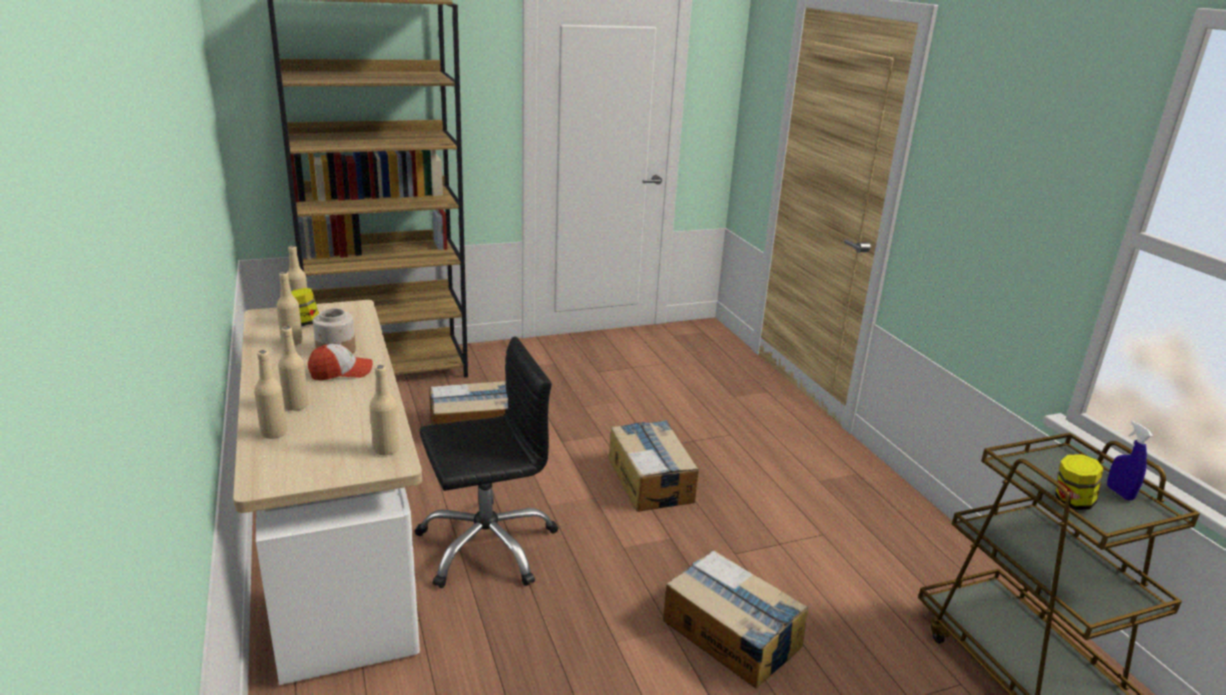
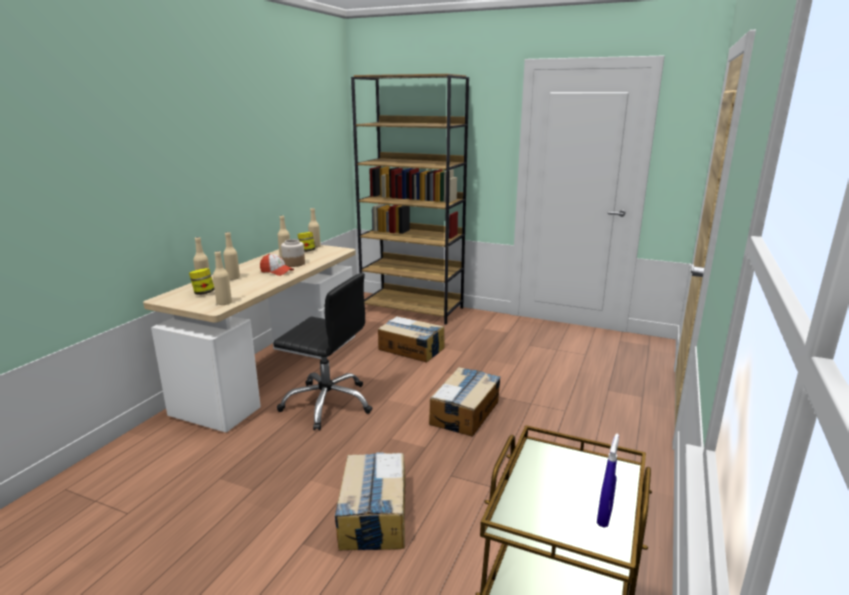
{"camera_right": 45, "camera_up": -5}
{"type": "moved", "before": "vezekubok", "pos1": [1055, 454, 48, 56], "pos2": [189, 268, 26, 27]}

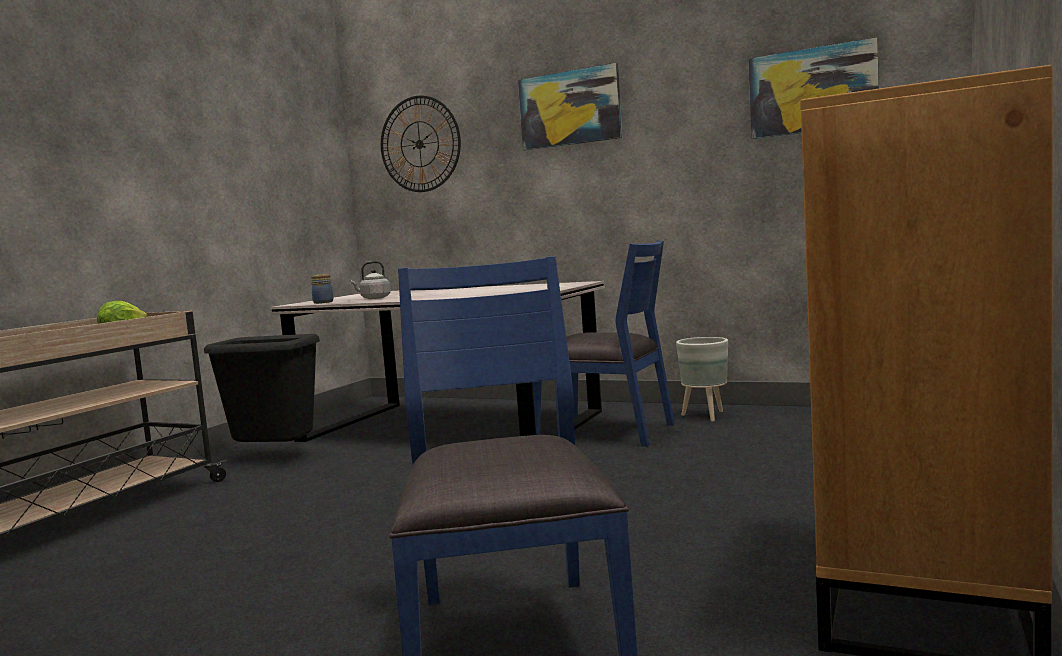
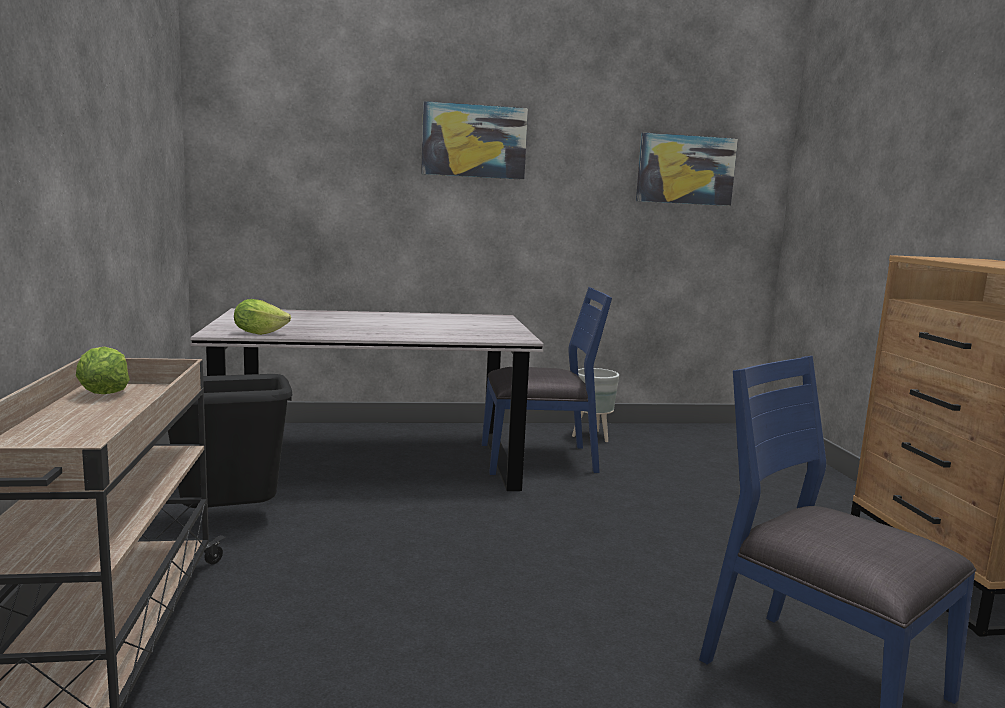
{"camera_right": -35, "camera_up": 5}
{"type": "replaced", "before": "vezekubok", "after": "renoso", "pos1": [311, 274, 22, 30], "pos2": [234, 299, 57, 36]}
{"type": "removed", "before": "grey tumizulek", "pos1": [350, 261, 41, 38]}
{"type": "removed", "before": "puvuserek", "pos1": [381, 95, 80, 97]}

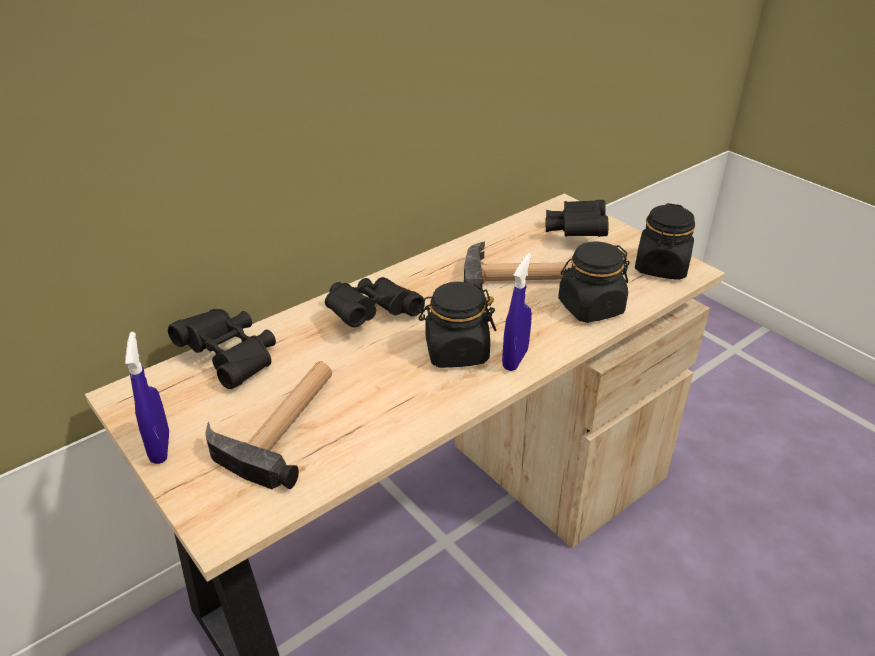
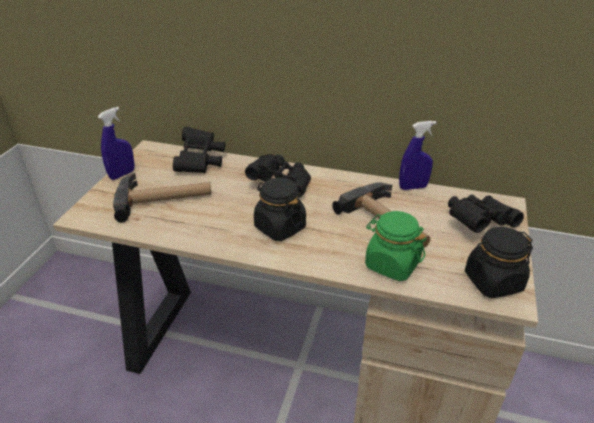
{"camera_right": 55, "camera_up": 0}
{"type": "moved", "before": "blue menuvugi", "pos1": [502, 253, 30, 118], "pos2": [399, 121, 37, 69]}
{"type": "recoloured", "before": "black vezekubok", "after": "green vezekubok", "pos1": [558, 241, 71, 82], "pos2": [365, 211, 61, 70]}

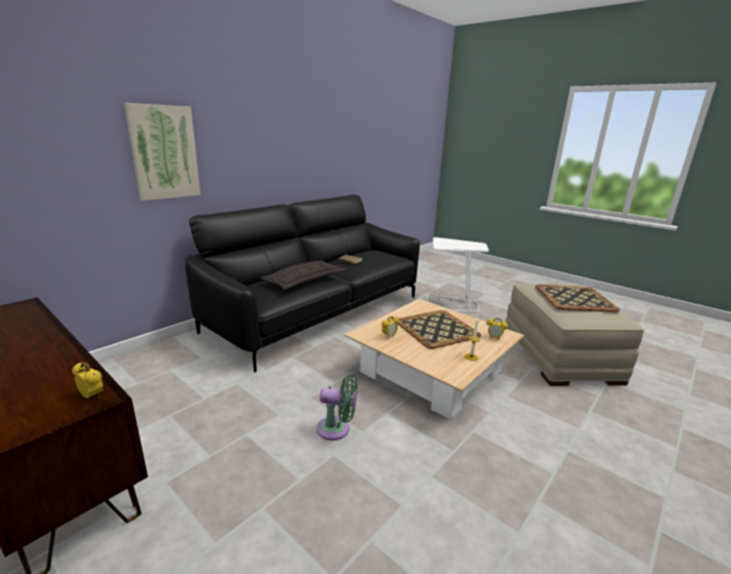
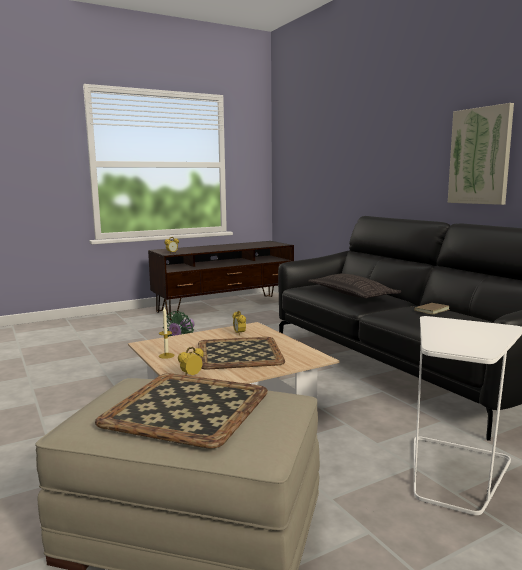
{"camera_right": 110, "camera_up": -10}
{"type": "moved", "before": "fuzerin", "pos1": [124, 103, 76, 98], "pos2": [448, 103, 66, 102]}

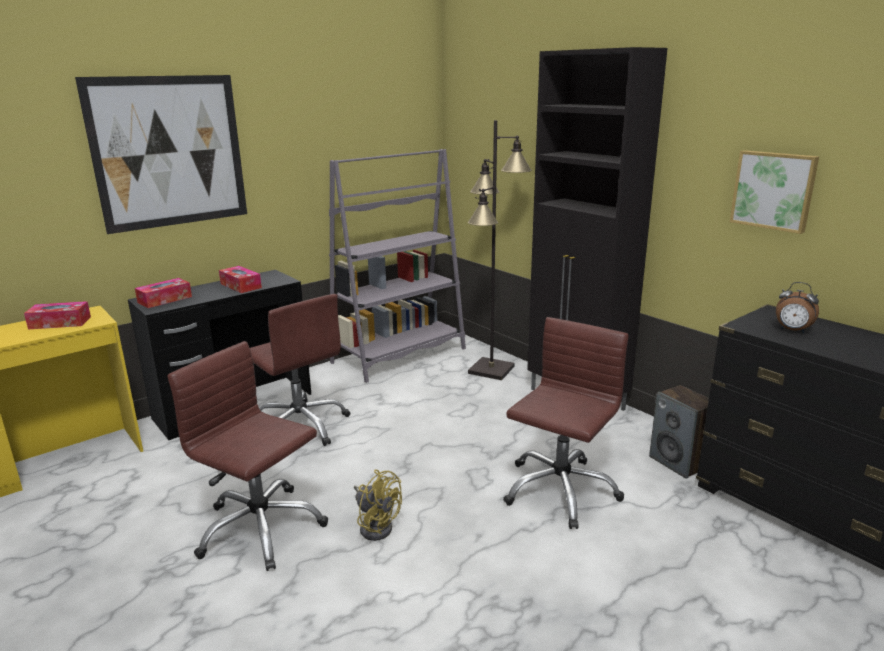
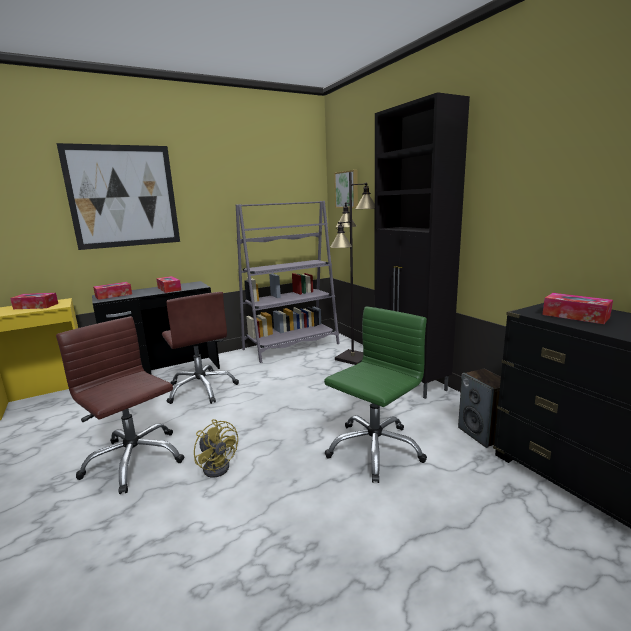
{"camera_right": 10, "camera_up": -5}
{"type": "recoloured", "before": "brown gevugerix", "after": "green gevugerix", "pos1": [503, 317, 126, 212], "pos2": [324, 306, 103, 177]}
{"type": "moved", "before": "fuzerin", "pos1": [730, 150, 89, 84], "pos2": [334, 170, 24, 38]}
{"type": "replaced", "before": "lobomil", "after": "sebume", "pos1": [776, 282, 43, 51], "pos2": [542, 293, 71, 31]}

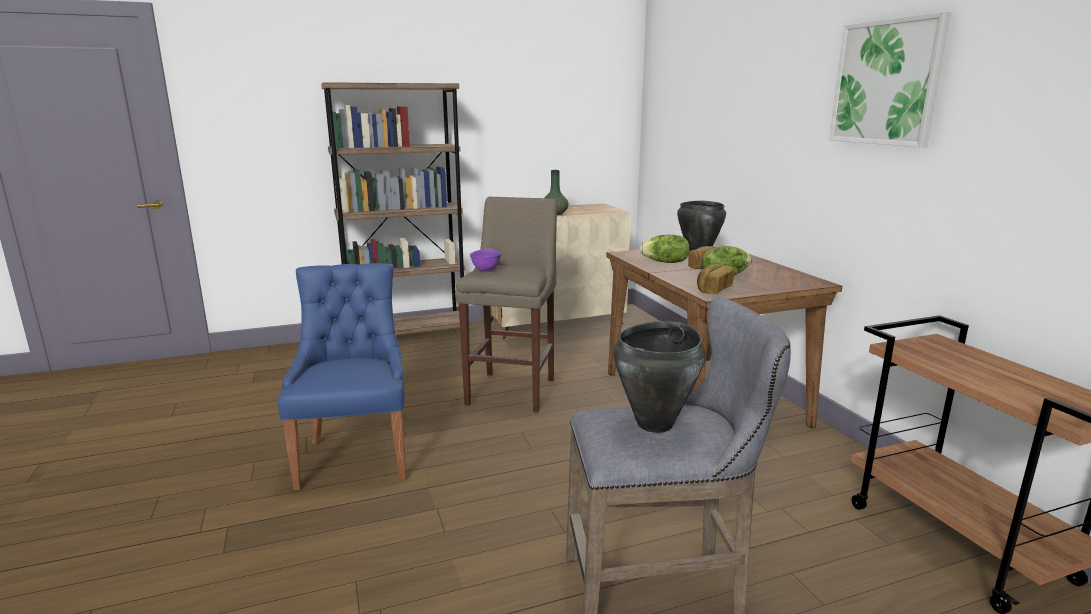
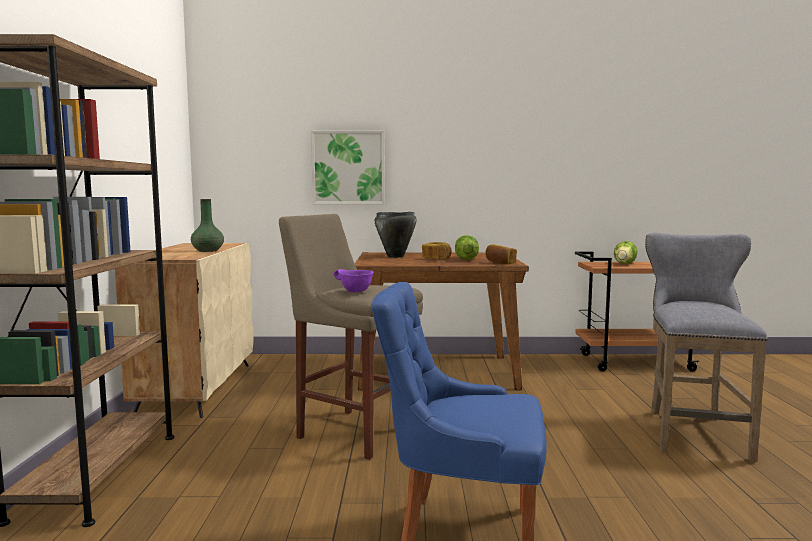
{"camera_right": -70, "camera_up": -10}
{"type": "removed", "before": "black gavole", "pos1": [613, 321, 92, 112]}
{"type": "moved", "before": "renoso", "pos1": [640, 235, 50, 28], "pos2": [614, 241, 24, 23]}
{"type": "moved", "before": "fuzerin", "pos1": [829, 11, 122, 136], "pos2": [311, 131, 74, 73]}

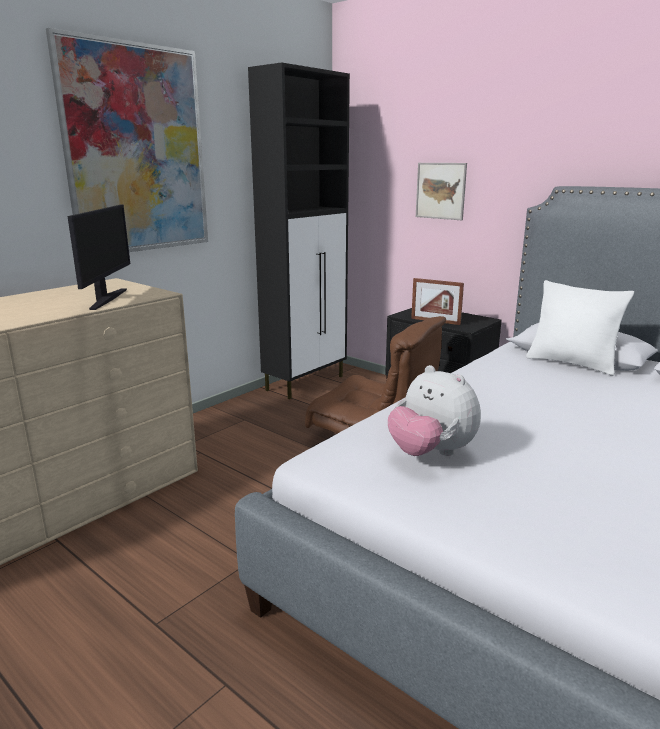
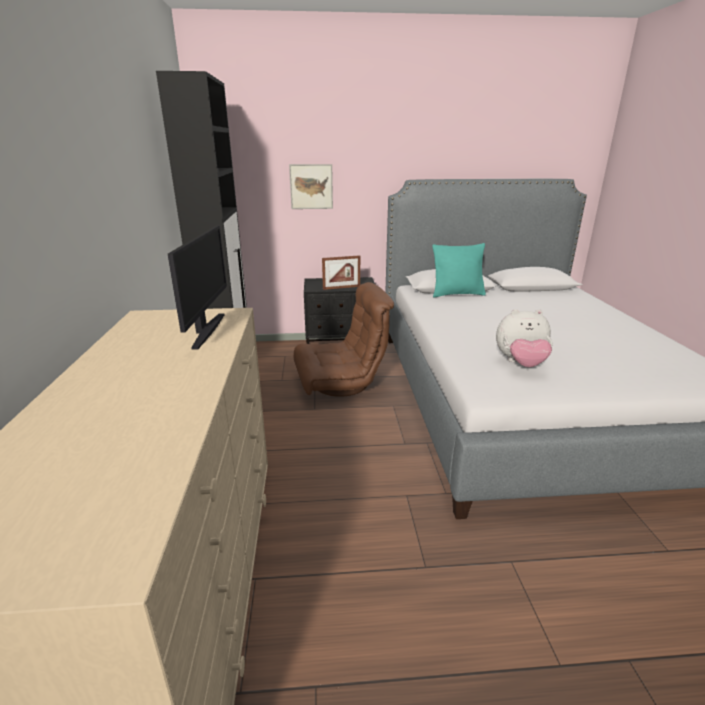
{"camera_right": -45, "camera_up": 5}
{"type": "removed", "before": "fuzerin", "pos1": [46, 28, 162, 224]}
{"type": "turned", "before": "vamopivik", "pos1": [67, 205, 63, 105], "pos2": [168, 225, 59, 124], "turn": 45}
{"type": "recoloured", "before": "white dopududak", "after": "turquoise dopududak", "pos1": [526, 280, 108, 96], "pos2": [432, 243, 54, 55]}

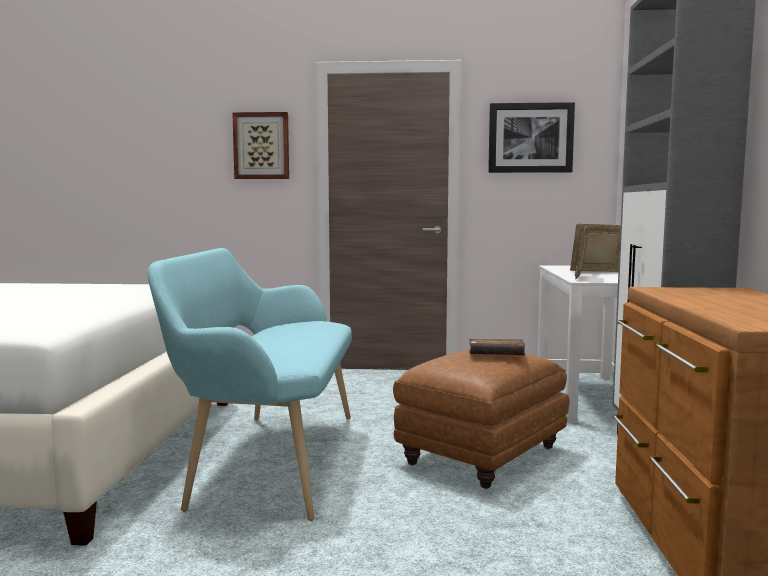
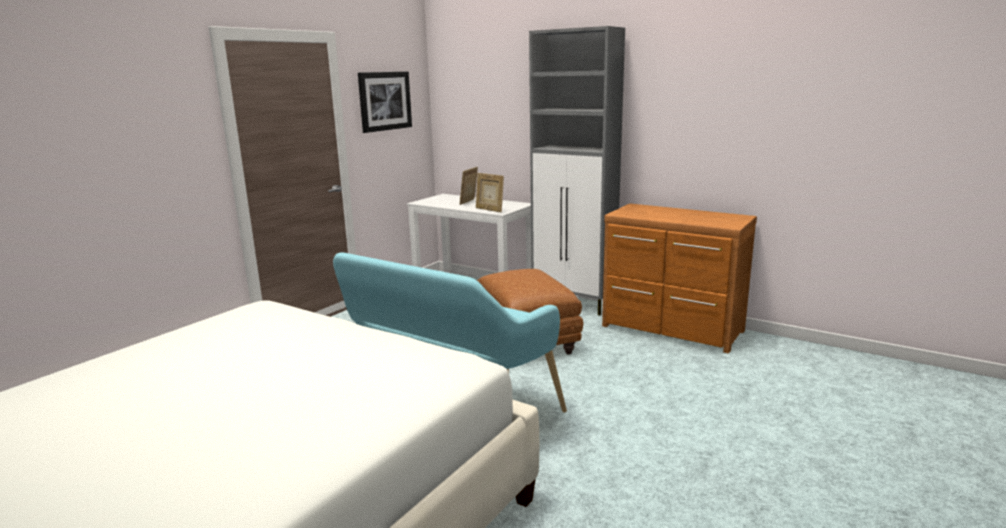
{"camera_right": -60, "camera_up": 10}
{"type": "removed", "before": "fuzerin", "pos1": [232, 112, 57, 67]}
{"type": "removed", "before": "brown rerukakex", "pos1": [469, 339, 56, 16]}

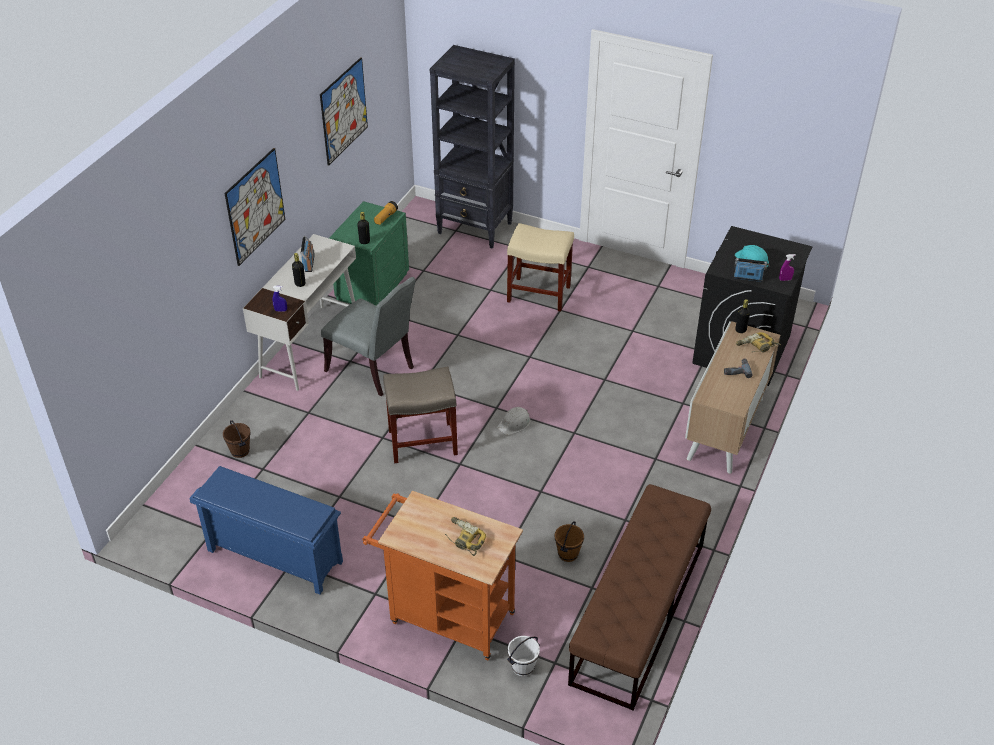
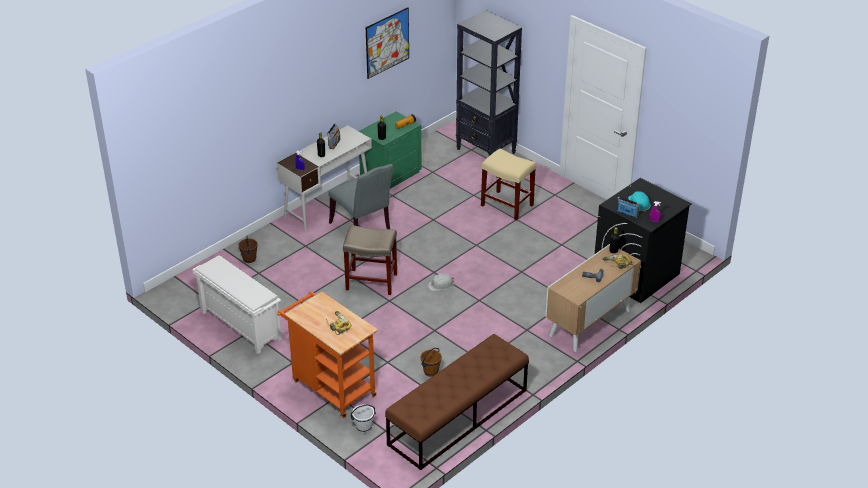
{"camera_right": 20, "camera_up": -5}
{"type": "recoloured", "before": "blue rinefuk", "after": "white rinefuk", "pos1": [189, 466, 154, 129], "pos2": [192, 255, 90, 99]}
{"type": "removed", "before": "fuzerin", "pos1": [224, 148, 61, 118]}

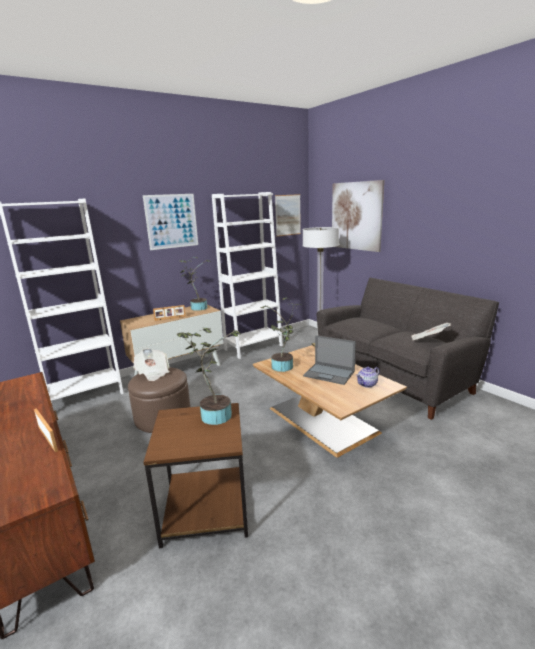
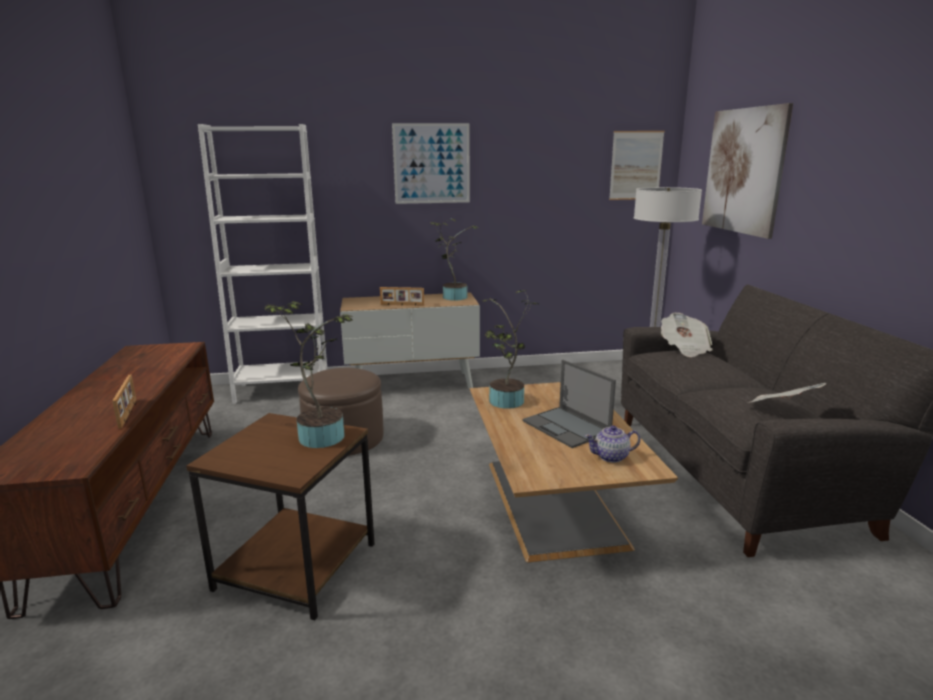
{"camera_right": 25, "camera_up": 0}
{"type": "moved", "before": "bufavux", "pos1": [133, 348, 37, 33], "pos2": [661, 313, 52, 44]}
{"type": "removed", "before": "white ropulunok", "pos1": [212, 192, 71, 167]}

